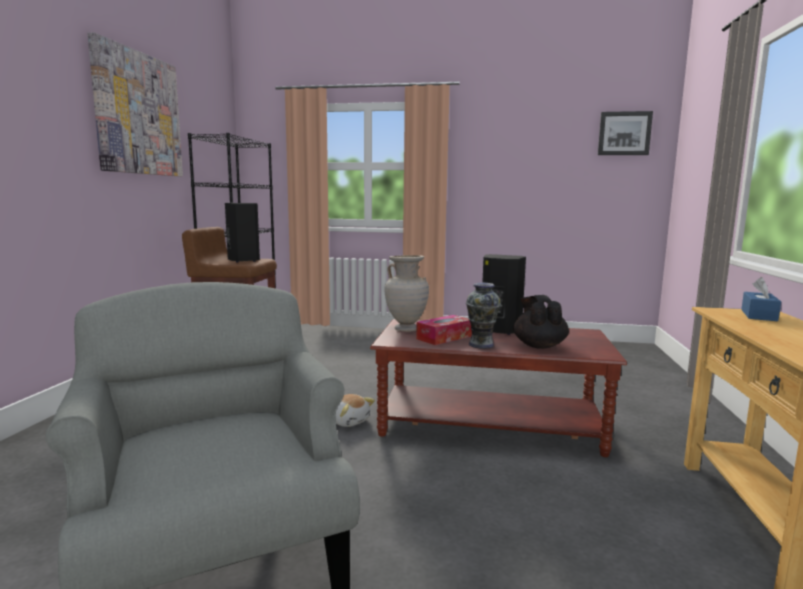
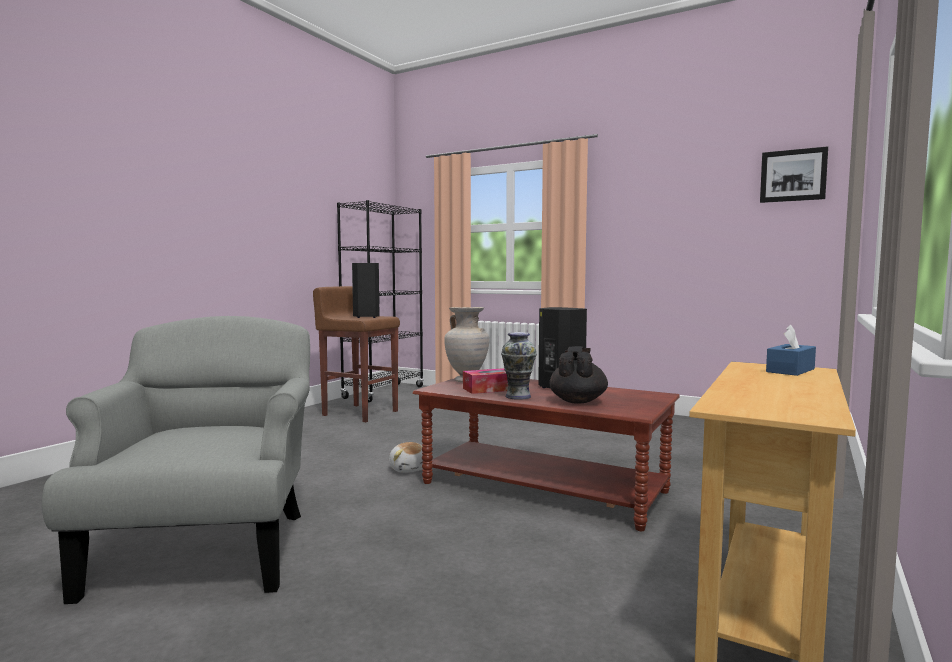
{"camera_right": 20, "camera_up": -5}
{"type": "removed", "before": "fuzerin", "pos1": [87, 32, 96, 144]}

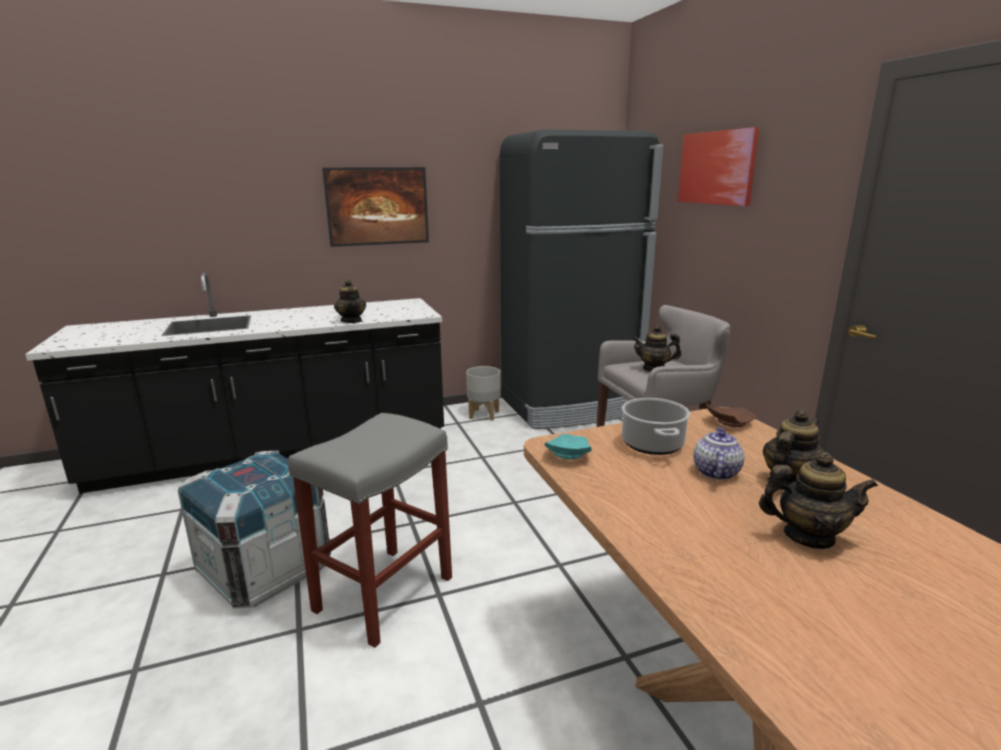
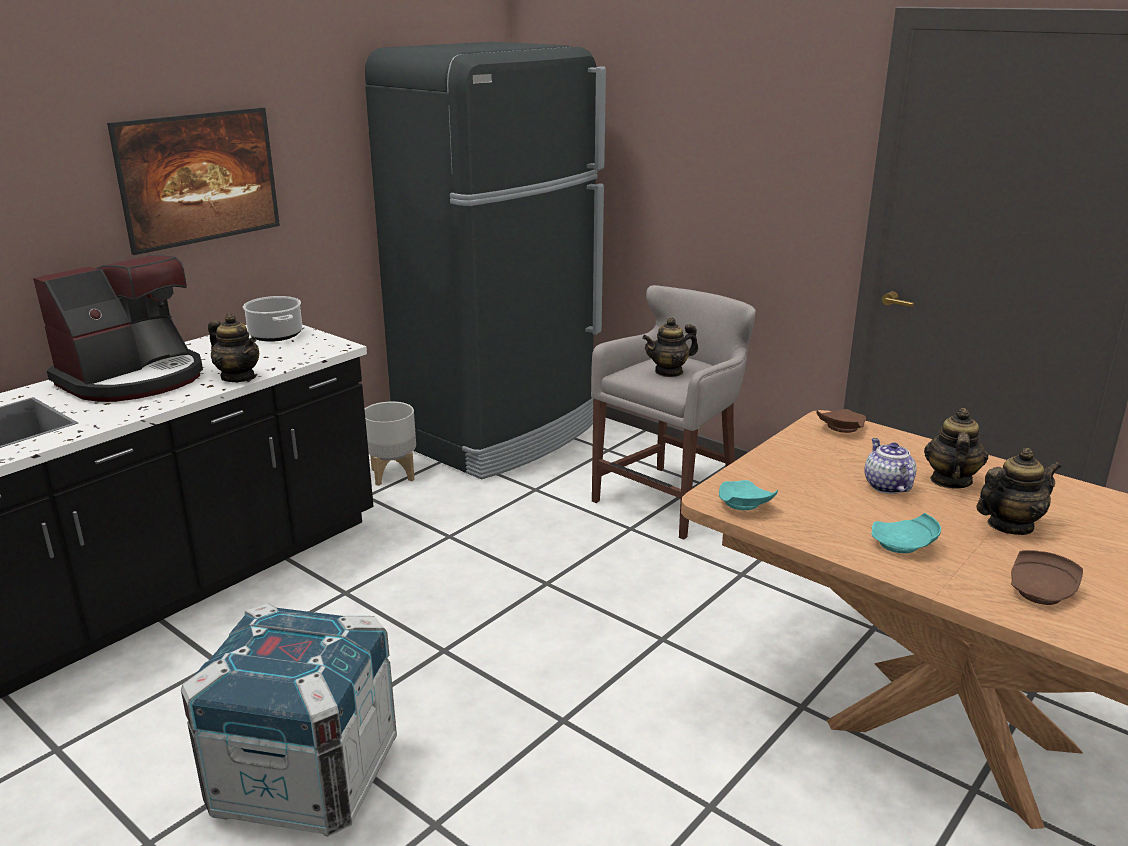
{"camera_right": -30, "camera_up": 5}
{"type": "removed", "before": "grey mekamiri", "pos1": [288, 413, 164, 235]}
{"type": "moved", "before": "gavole", "pos1": [622, 398, 68, 57], "pos2": [243, 296, 59, 46]}
{"type": "removed", "before": "fuzerin", "pos1": [678, 127, 82, 79]}
{"type": "added", "after": "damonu", "pos2": [33, 255, 170, 147]}
{"type": "added", "after": "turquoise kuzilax", "pos2": [871, 513, 70, 40]}
{"type": "added", "after": "brown kuzilax", "pos2": [1011, 550, 72, 55]}

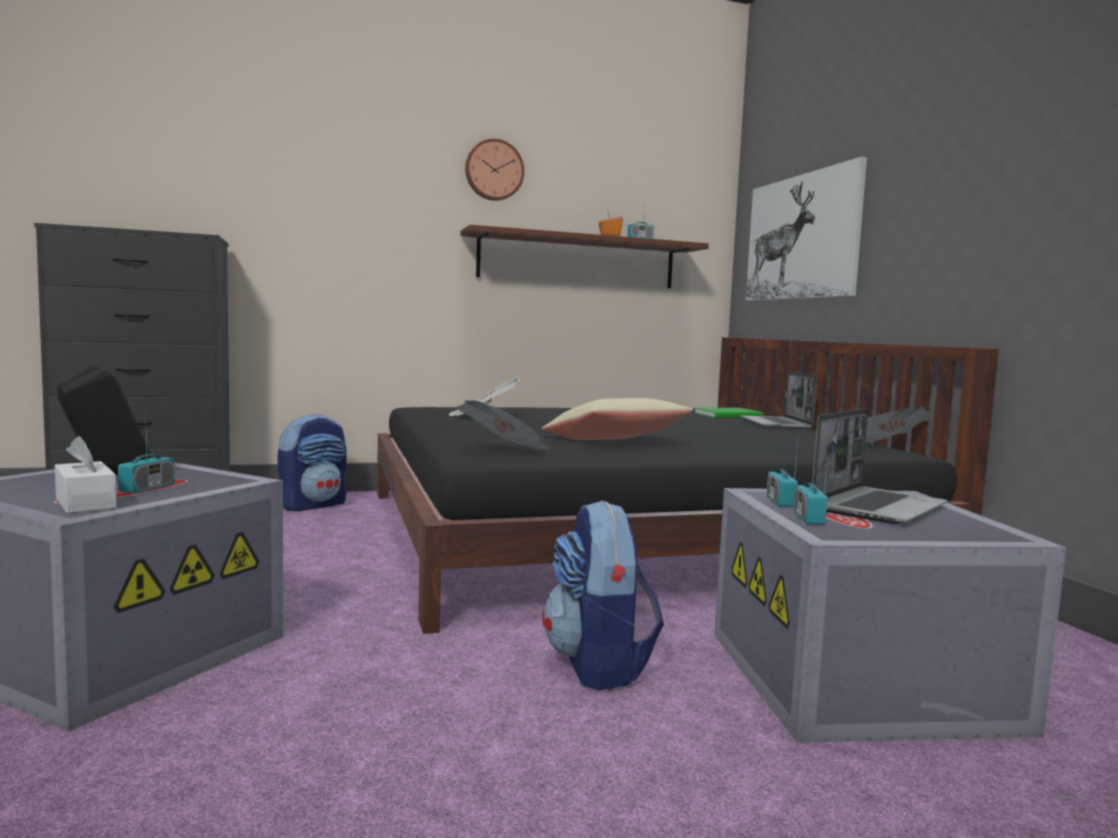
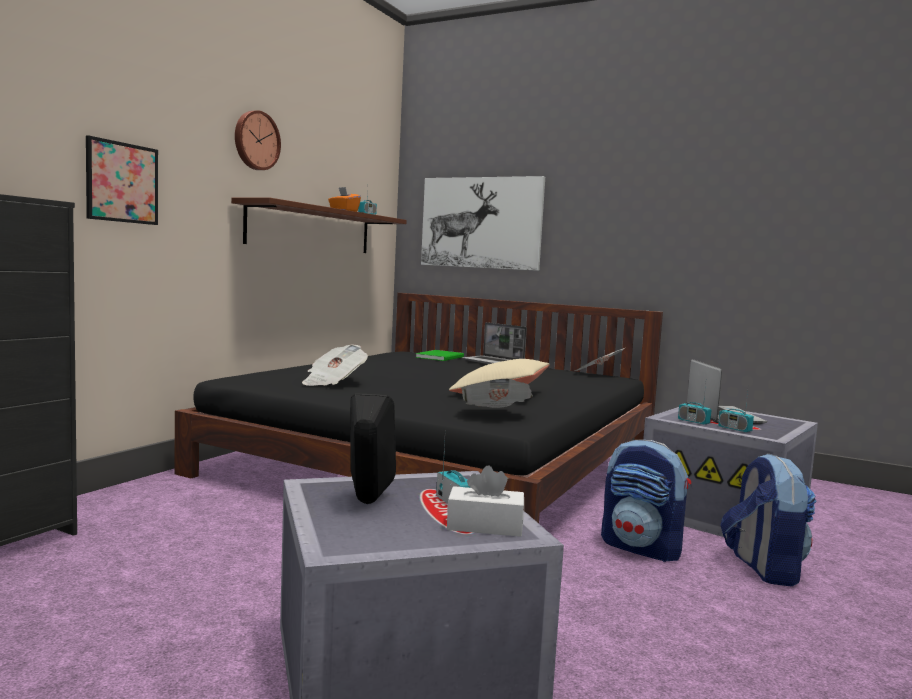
{"camera_right": -45, "camera_up": 0}
{"type": "moved", "before": "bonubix", "pos1": [278, 414, 69, 97], "pos2": [720, 453, 97, 134]}
{"type": "added", "after": "fuzerin", "pos2": [86, 135, 72, 90]}

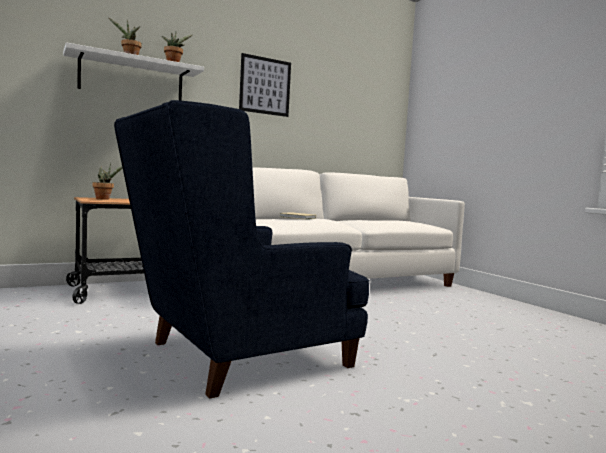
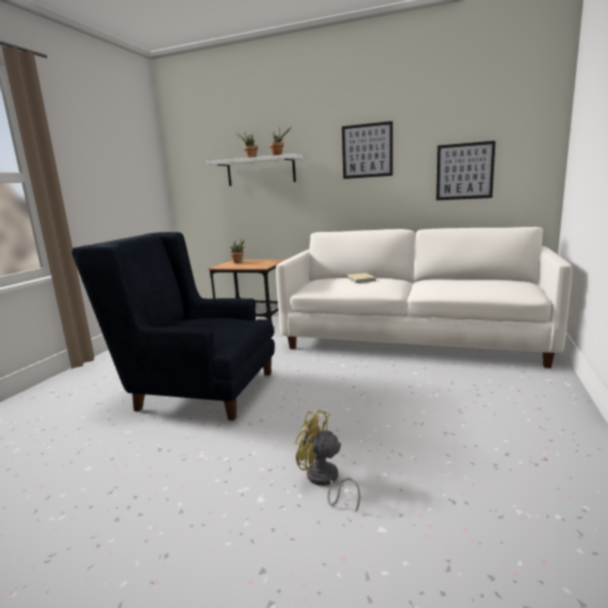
{"camera_right": 50, "camera_up": 10}
{"type": "added", "after": "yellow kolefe", "pos2": [295, 410, 66, 102]}
{"type": "added", "after": "fuzerin", "pos2": [436, 141, 60, 59]}

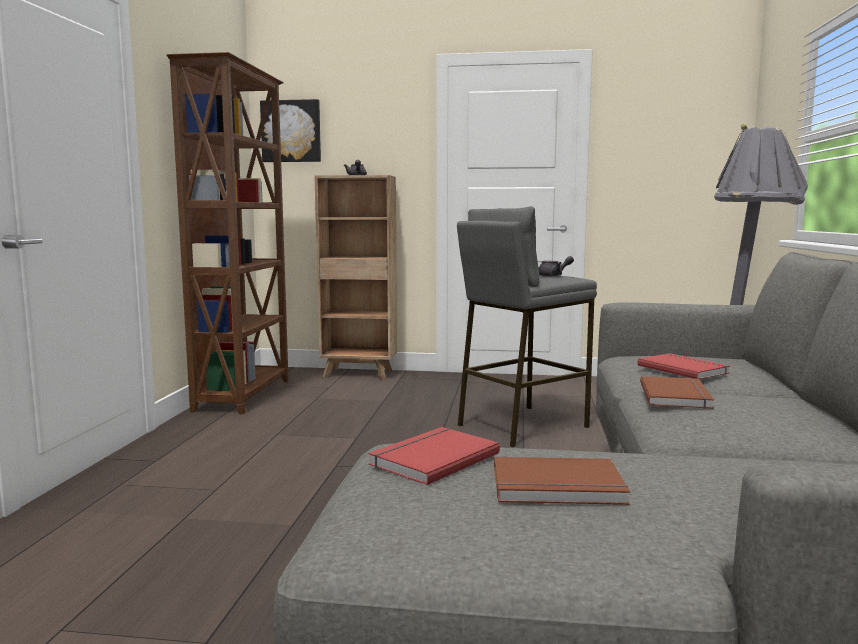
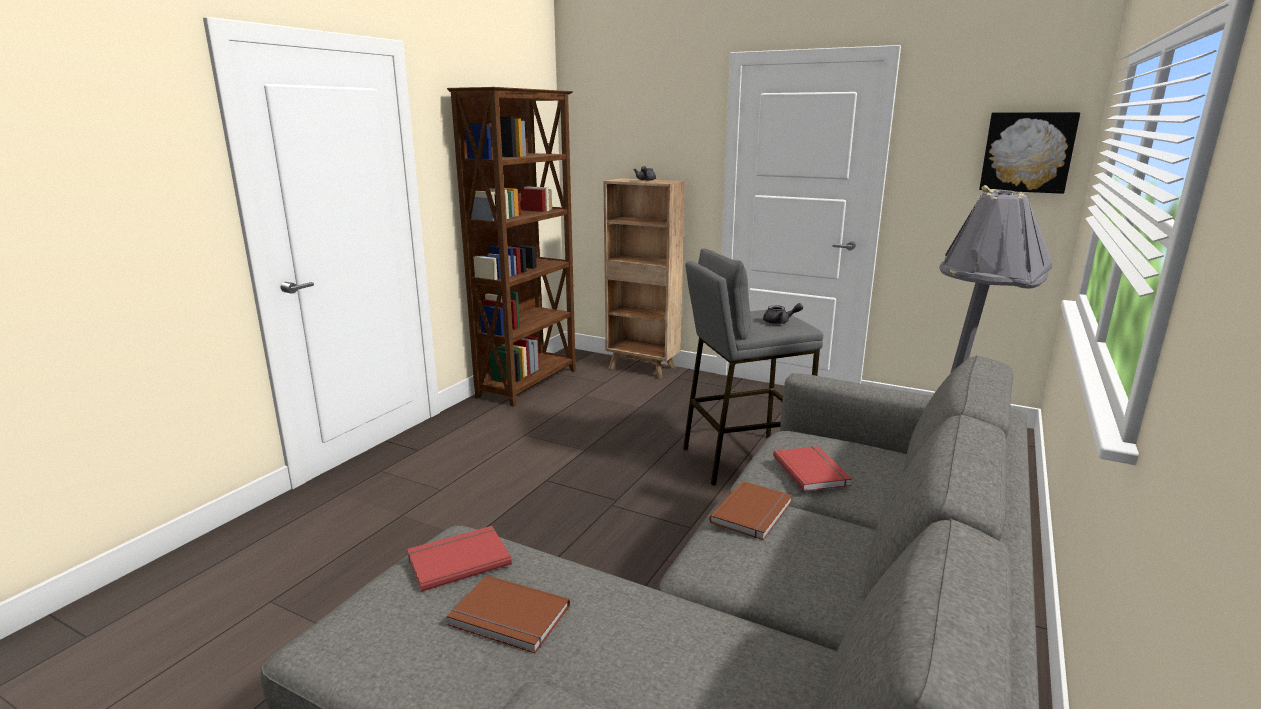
{"camera_right": 20, "camera_up": 10}
{"type": "moved", "before": "fuzerin", "pos1": [260, 99, 61, 63], "pos2": [979, 112, 101, 82]}

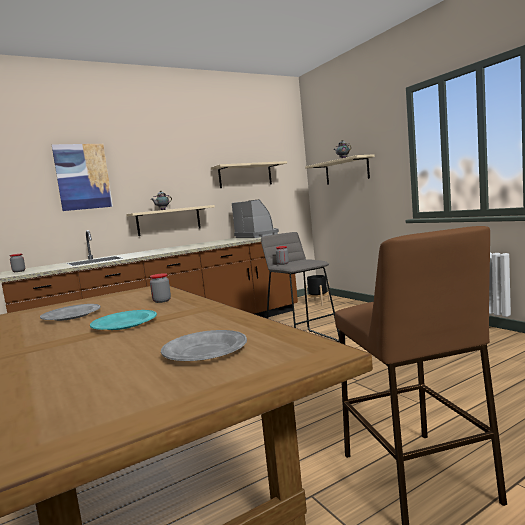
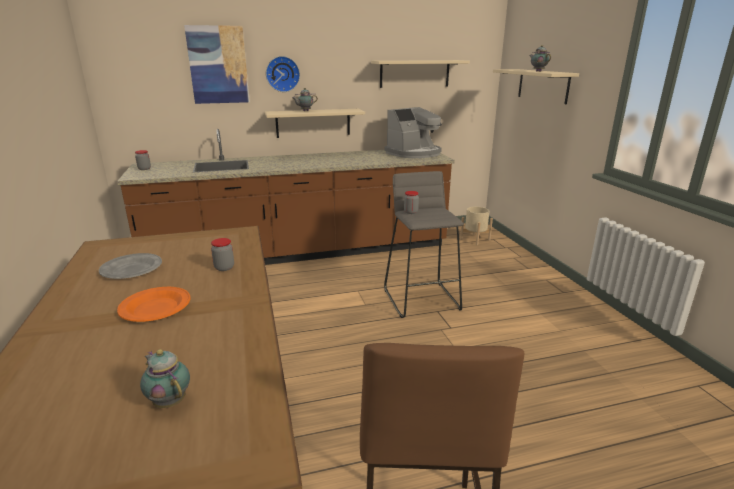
{"camera_right": 15, "camera_up": 15}
{"type": "recoloured", "before": "turquoise kuzilax", "after": "orange kuzilax", "pos1": [90, 310, 67, 20], "pos2": [117, 287, 74, 35]}
{"type": "replaced", "before": "grey kuzilax", "after": "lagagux", "pos1": [161, 330, 86, 31], "pos2": [140, 349, 50, 59]}
{"type": "turned", "before": "damonu", "pos1": [232, 199, 47, 39], "pos2": [384, 107, 58, 51], "turn": 75}
{"type": "recoloured", "before": "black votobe", "after": "beige votobe", "pos1": [306, 275, 25, 31], "pos2": [460, 207, 33, 38]}
{"type": "added", "after": "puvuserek", "pos2": [266, 56, 34, 36]}

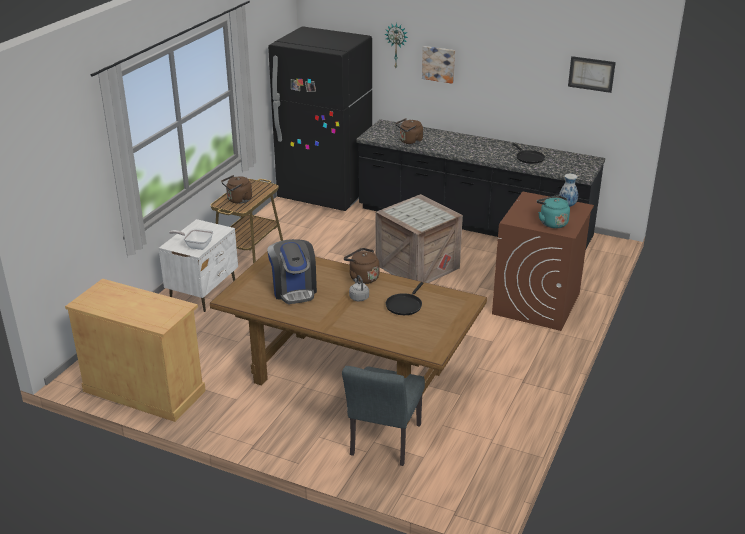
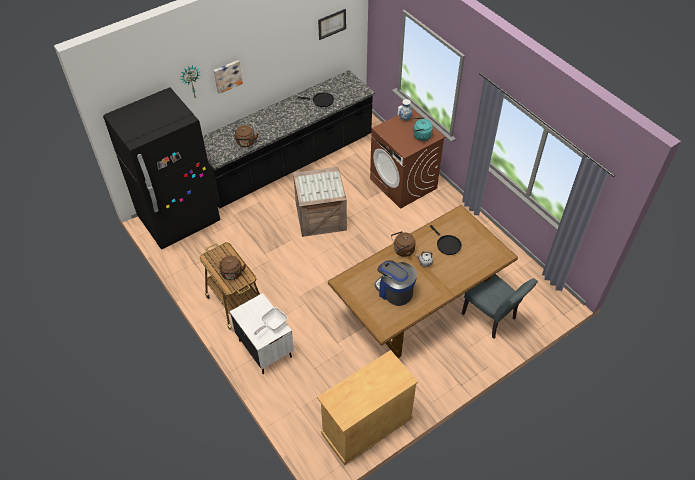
{"camera_right": -60, "camera_up": 20}
{"type": "turned", "before": "damonu", "pos1": [267, 239, 50, 65], "pos2": [374, 260, 43, 46], "turn": -150}

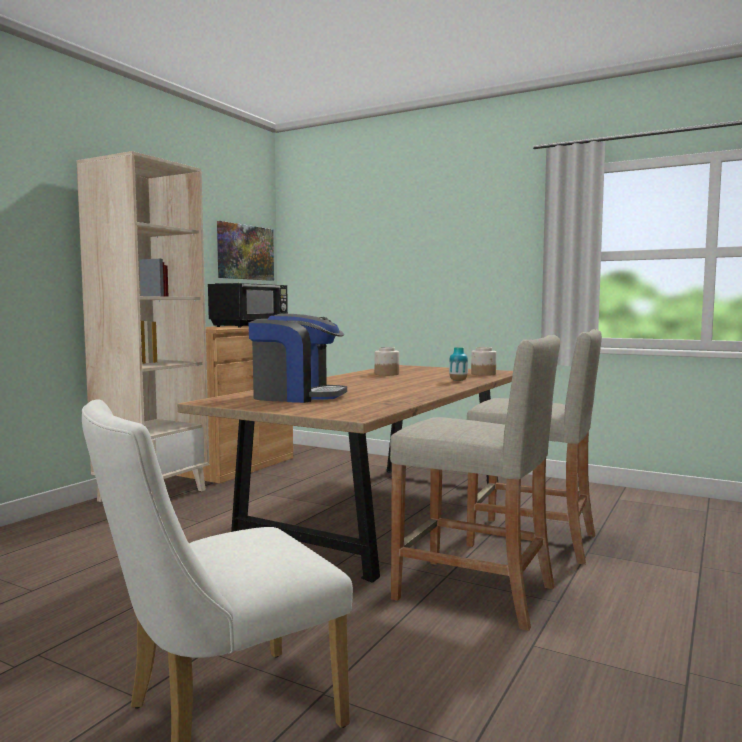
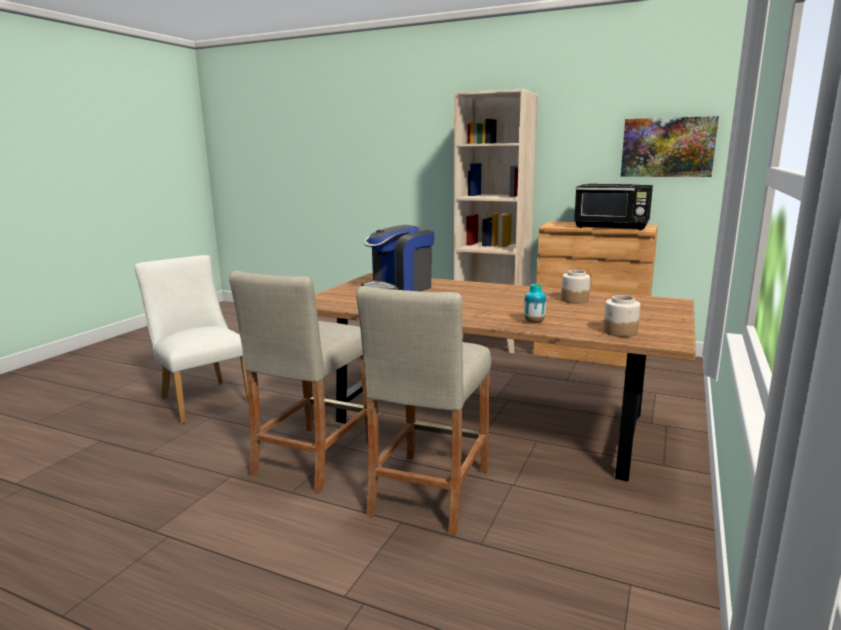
{"camera_right": 85, "camera_up": 10}
{"type": "turned", "before": "damonu", "pos1": [248, 314, 99, 89], "pos2": [361, 225, 73, 66], "turn": 45}

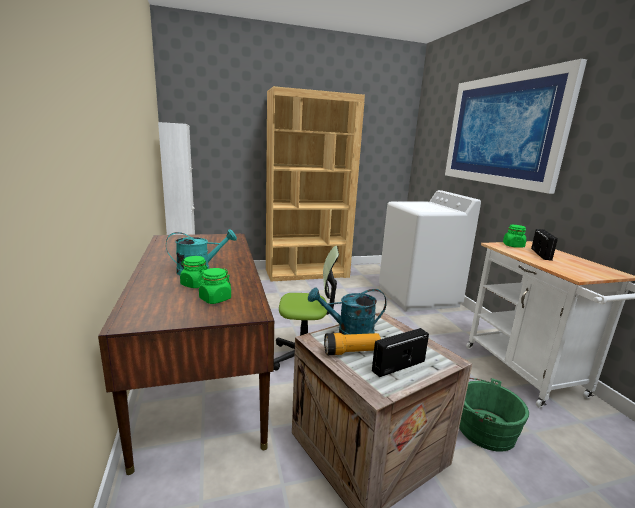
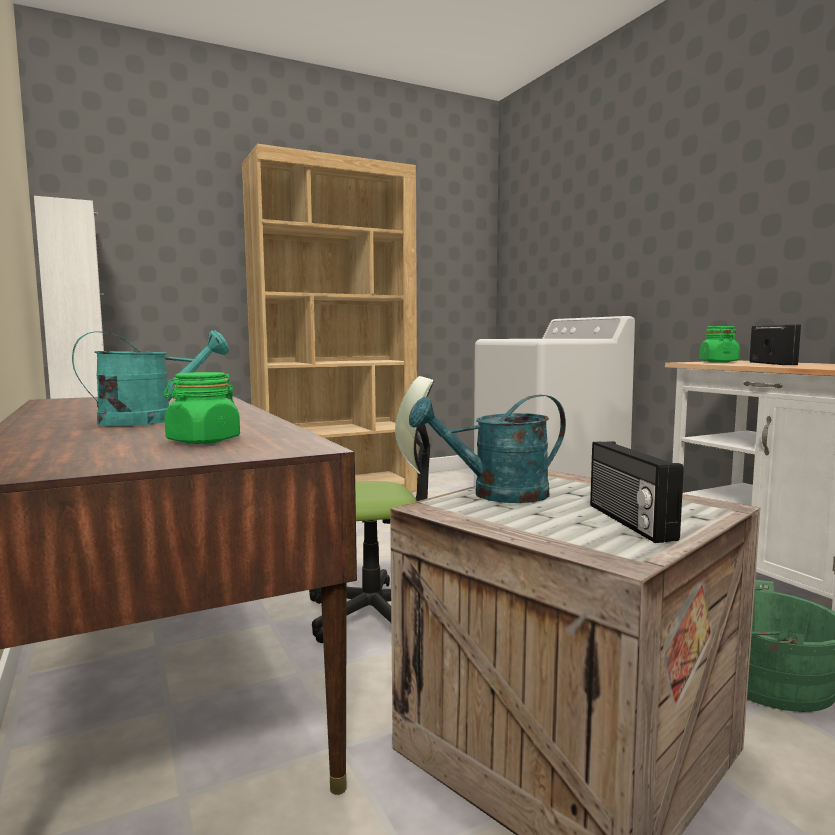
{"camera_right": -10, "camera_up": -10}
{"type": "removed", "before": "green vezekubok", "pos1": [180, 256, 27, 32]}
{"type": "removed", "before": "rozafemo", "pos1": [324, 333, 57, 22]}
{"type": "turned", "before": "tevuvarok", "pos1": [372, 328, 57, 49], "pos2": [590, 441, 94, 102], "turn": -60}
{"type": "removed", "before": "fuzerin", "pos1": [445, 59, 142, 135]}

